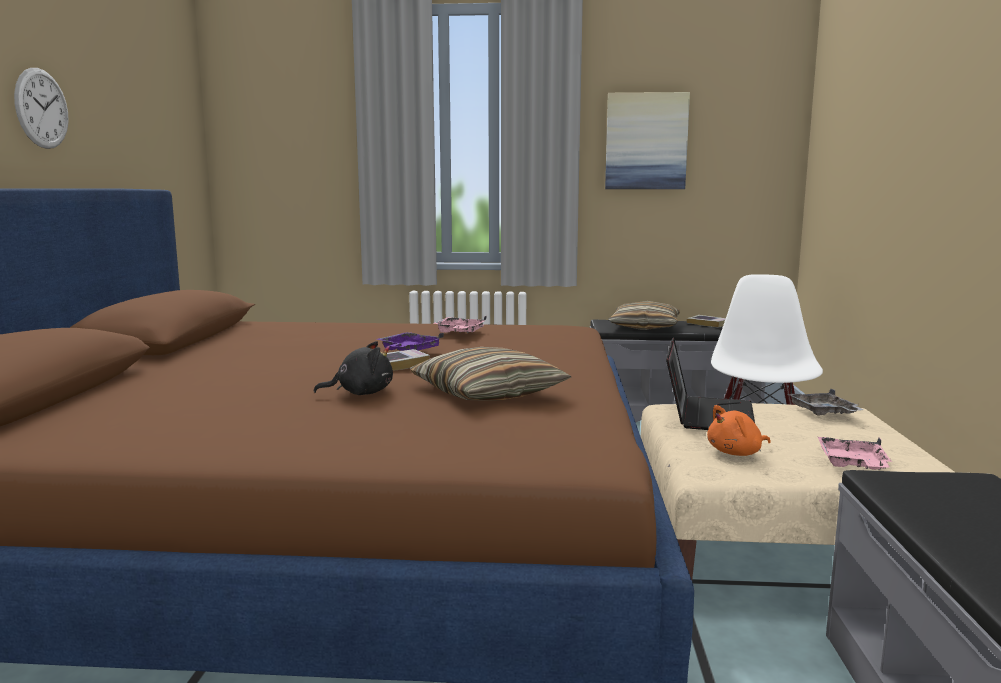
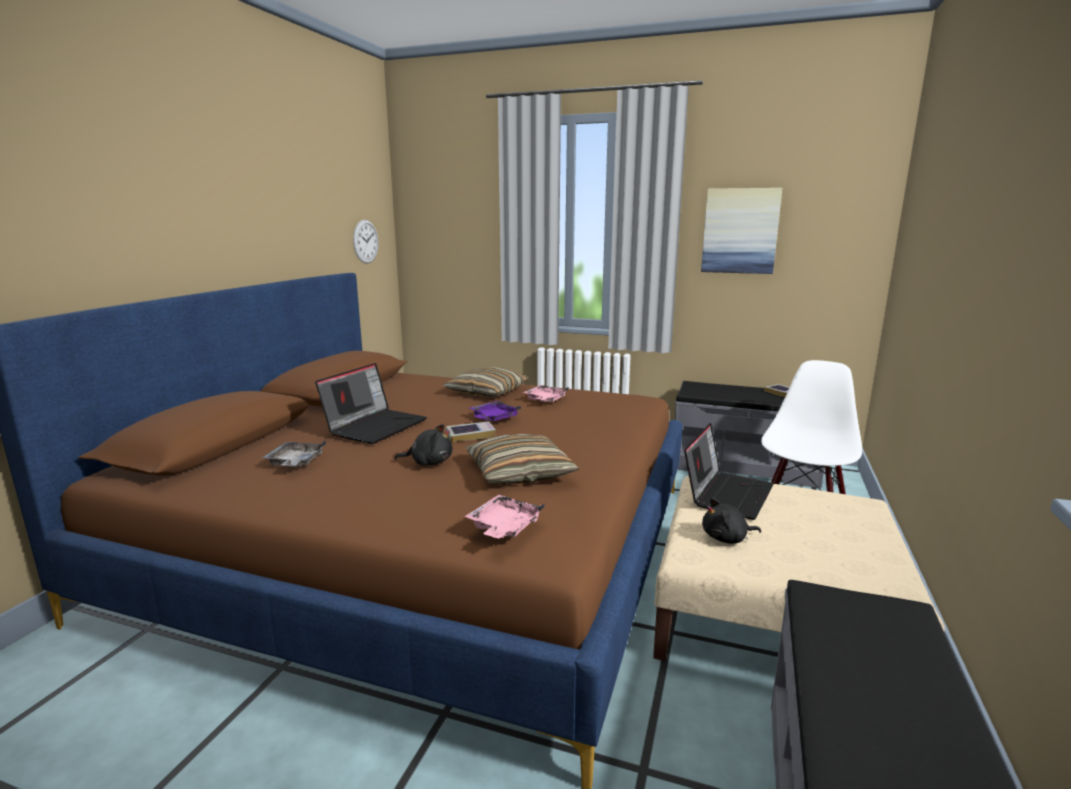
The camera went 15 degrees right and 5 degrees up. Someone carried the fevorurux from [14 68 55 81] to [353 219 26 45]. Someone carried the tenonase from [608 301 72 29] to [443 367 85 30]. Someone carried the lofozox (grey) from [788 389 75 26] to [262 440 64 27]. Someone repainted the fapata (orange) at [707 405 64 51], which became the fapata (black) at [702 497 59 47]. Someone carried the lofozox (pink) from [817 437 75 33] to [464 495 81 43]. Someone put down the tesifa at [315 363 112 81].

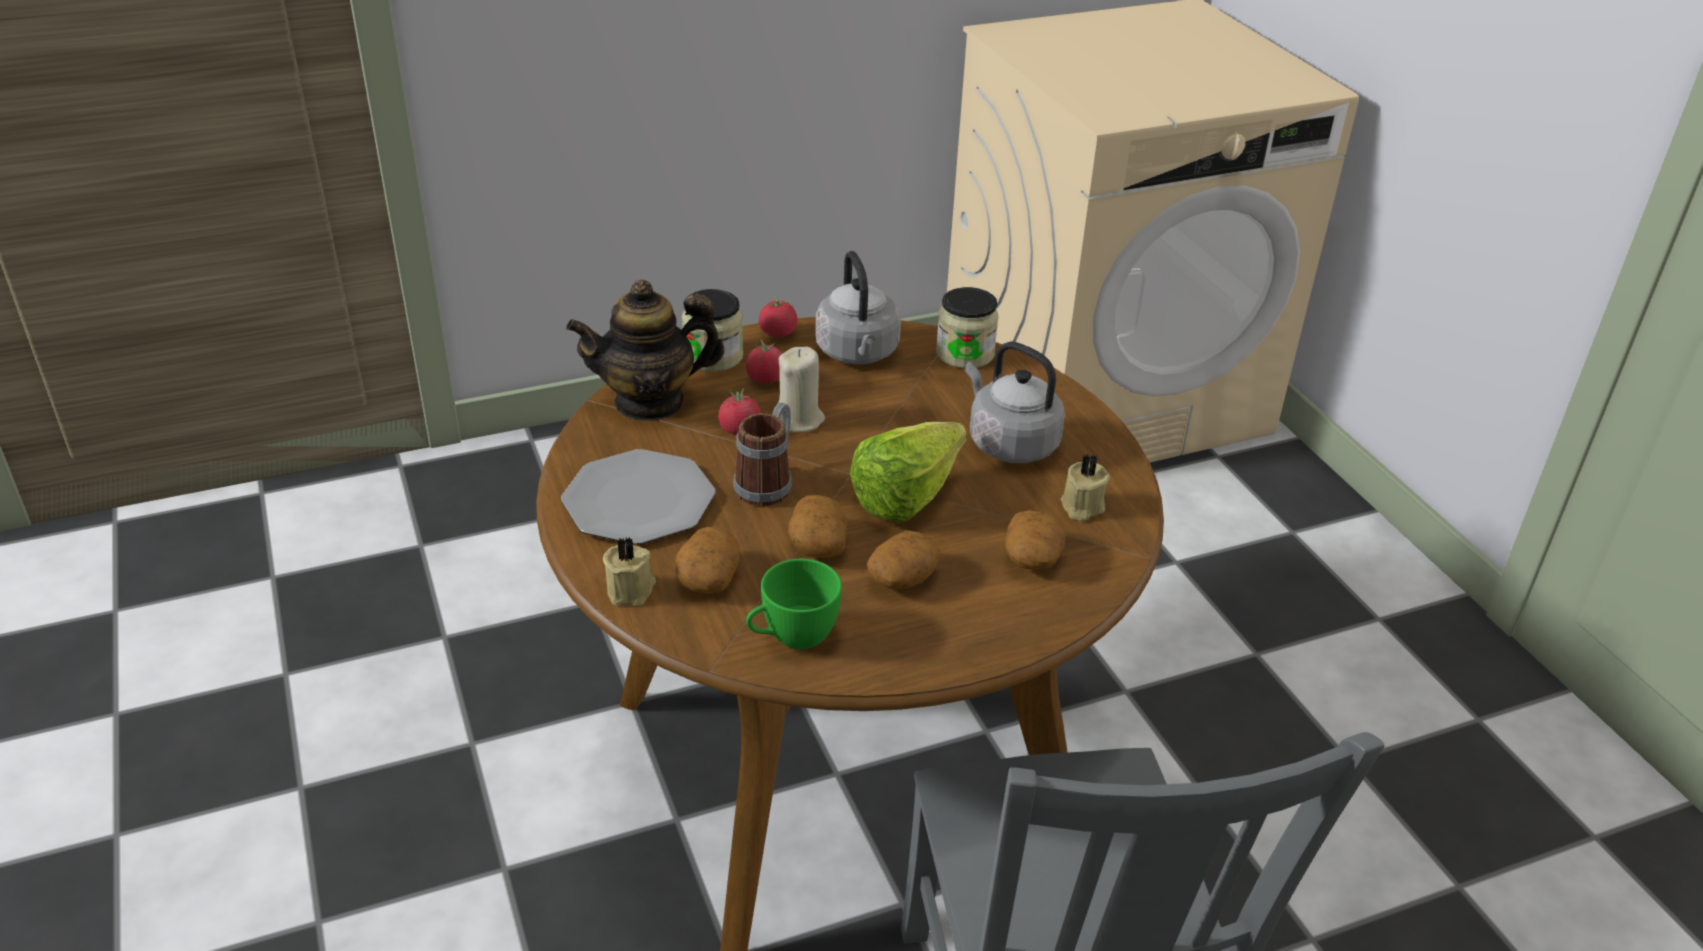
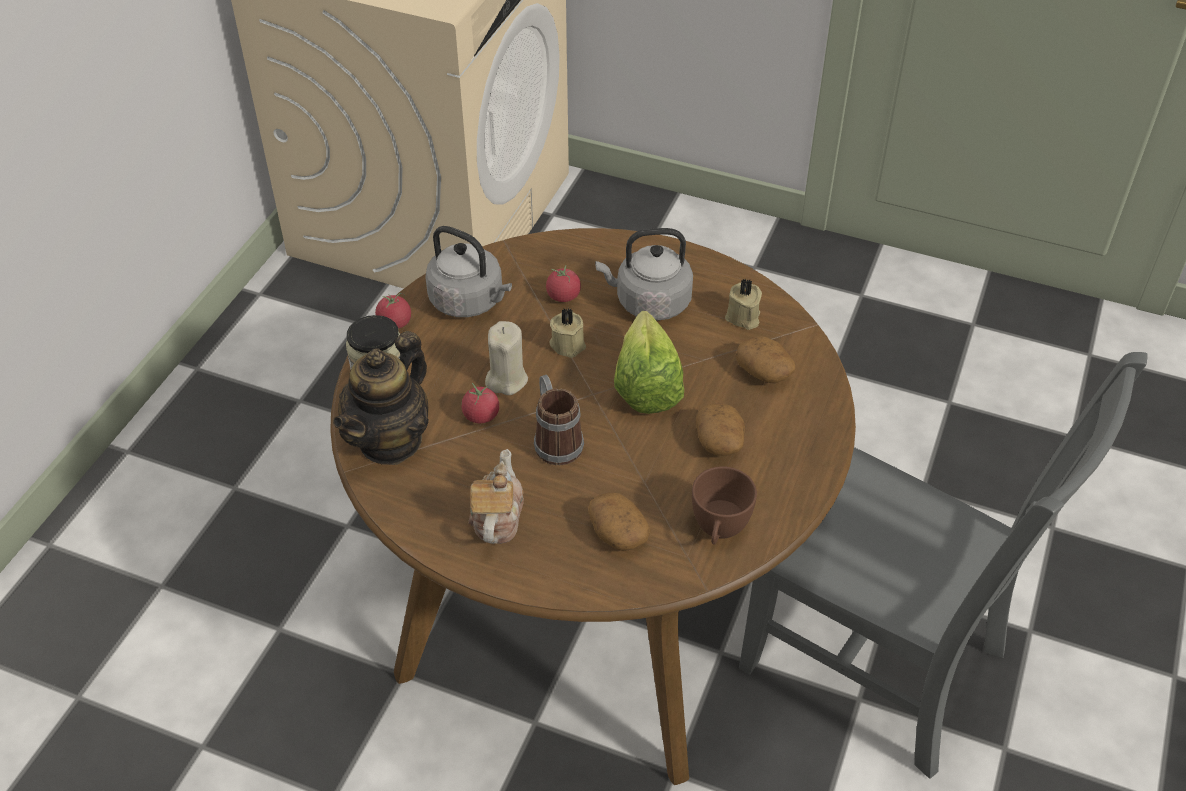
The camera went 45 degrees left and 10 degrees up. Someone took away the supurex at [936 287 63 82]. Someone carried the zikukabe from [746 339 37 44] to [546 265 35 37]. Someone swapped the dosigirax at [561 449 155 95] for the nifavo at [469 449 55 95]. Someone took away the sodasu at [788 495 59 63]. Someone carried the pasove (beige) from [603 536 53 70] to [550 308 36 50]. Someone repainted the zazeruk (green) at [746 559 96 91], which became the zazeruk (brown) at [692 466 65 78].

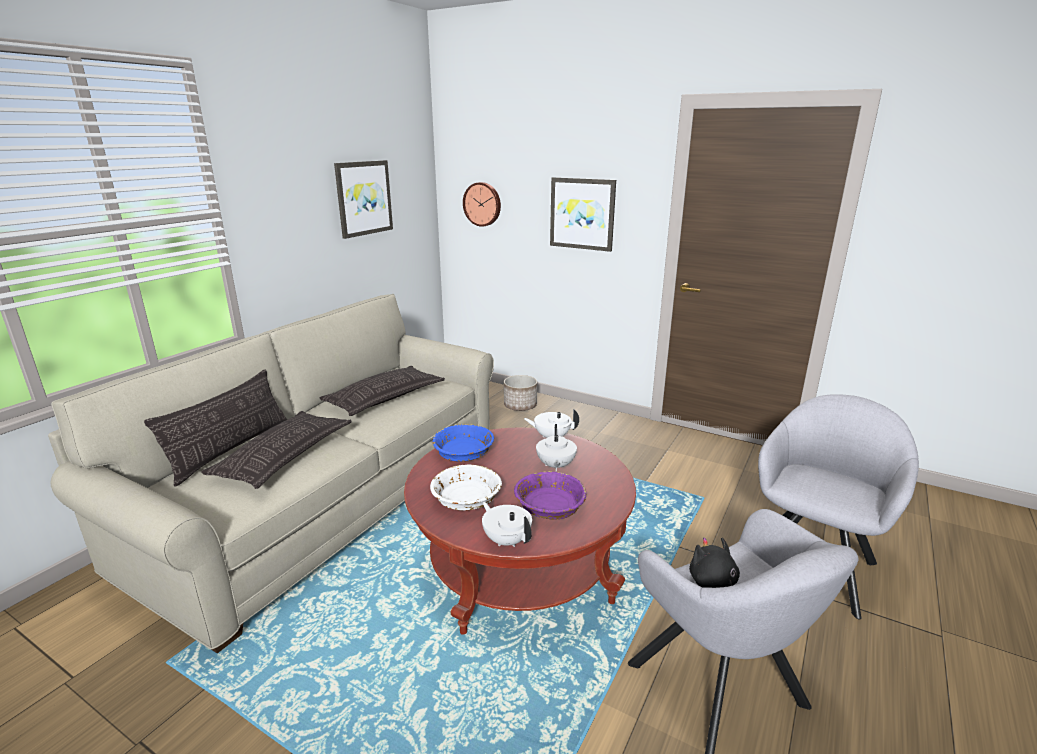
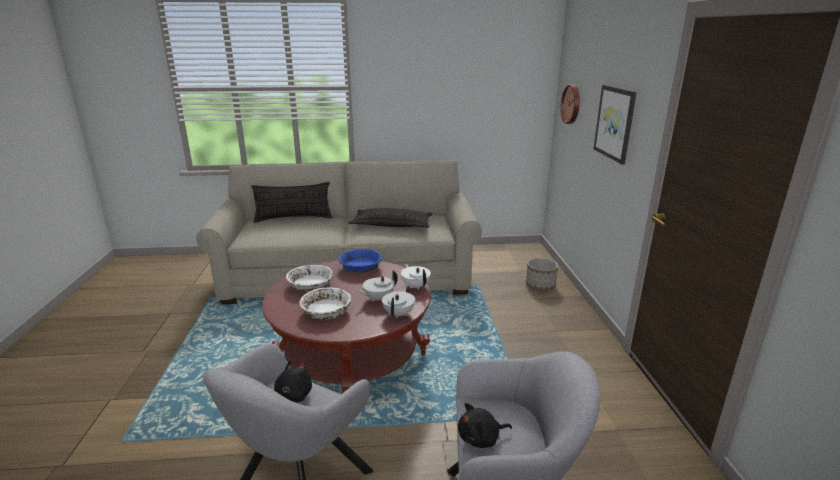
The camera went 55 degrees right and 0 degrees up. Someone took away the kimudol at [334 160 59 79]. Someone took away the tenonase at [201 411 151 78]. Someone repainted the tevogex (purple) at [514 471 72 48], which became the tevogex (white) at [299 288 53 32]. Someone carried the nifavo (white) from [482 502 50 45] to [382 287 33 32]. Someone put down the fapata (black) at [458 403 54 45].

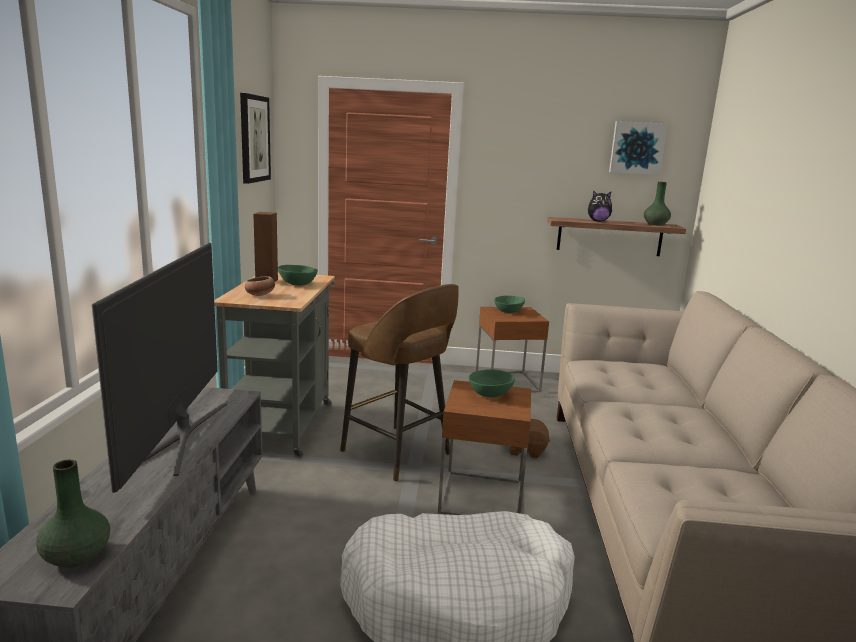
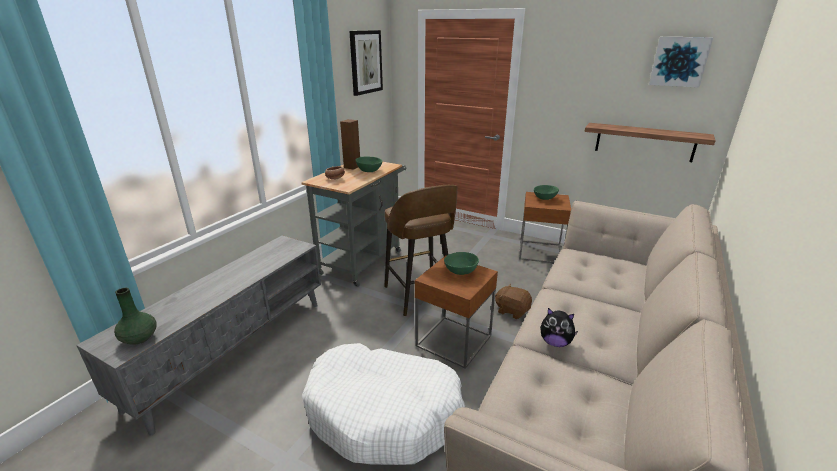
The camera went 25 degrees right and 10 degrees up. Someone took away the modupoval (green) at [644 182 27 44]. Someone carried the fapata from [588 191 24 31] to [540 308 38 39]. Someone took away the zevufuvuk at [92 243 135 250].

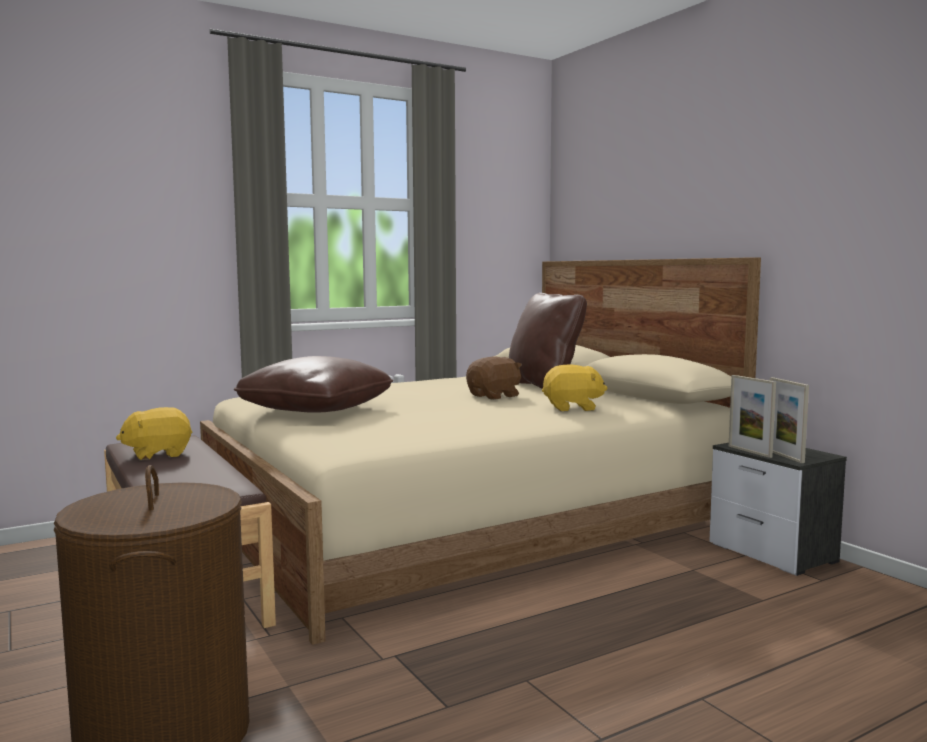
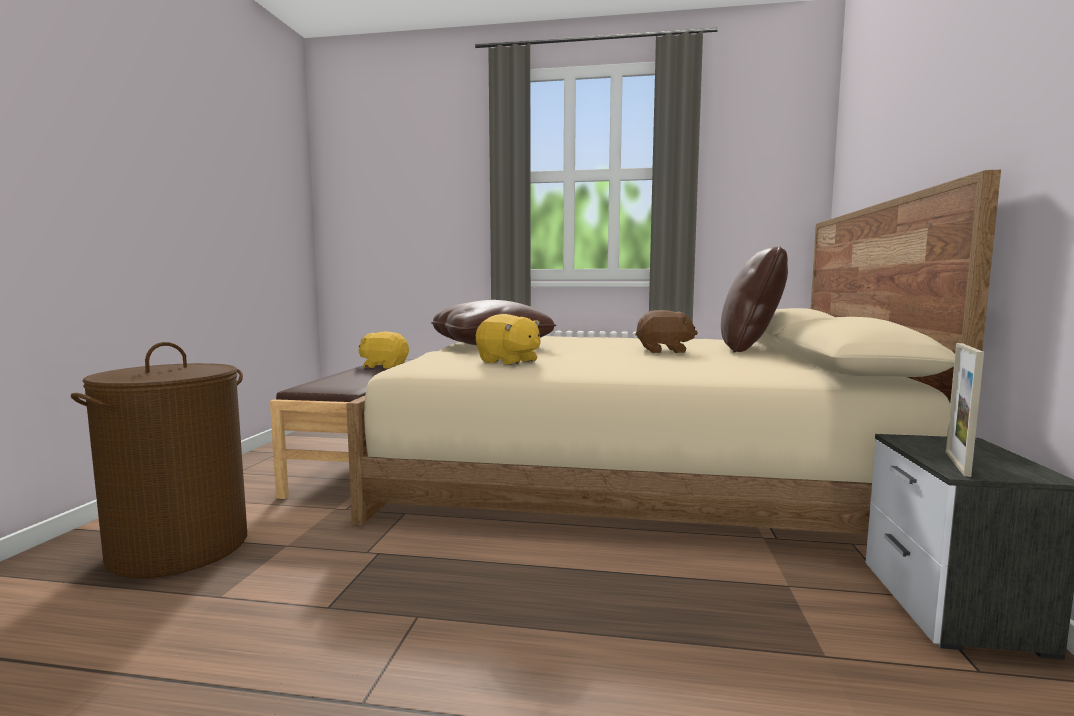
The camera went 40 degrees right and 0 degrees up. Someone carried the fapata (yellow) from [542 364 66 47] to [476 314 64 51]. Someone took away the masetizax at [729 375 47 83].

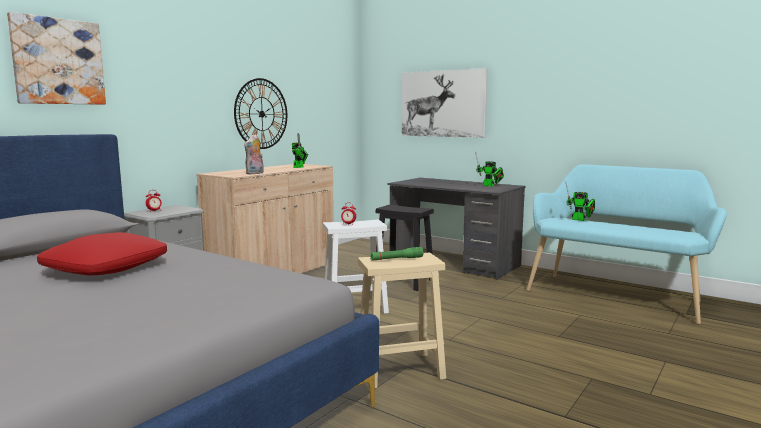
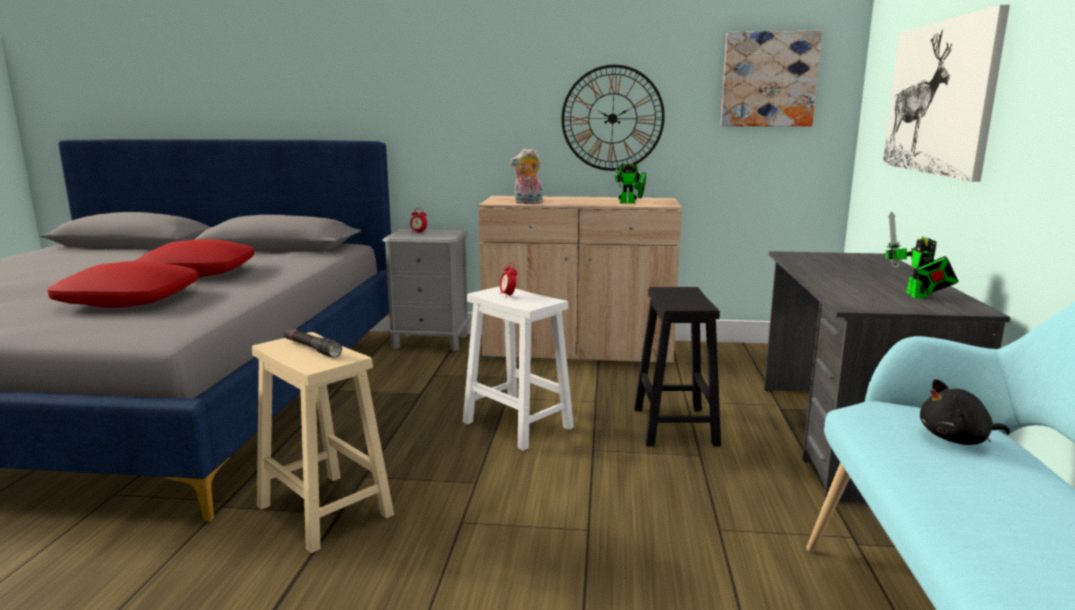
The camera went 60 degrees right and 5 degrees up. Someone carried the kimudol from [7 12 99 93] to [720 31 102 95]. Someone swapped the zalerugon at [566 183 29 38] for the fapata (black) at [920 379 90 66]. Someone repainted the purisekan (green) at [370 247 53 14], which became the purisekan (black) at [284 328 58 30]. Someone put down the tenonase (red) at [48 261 151 47].

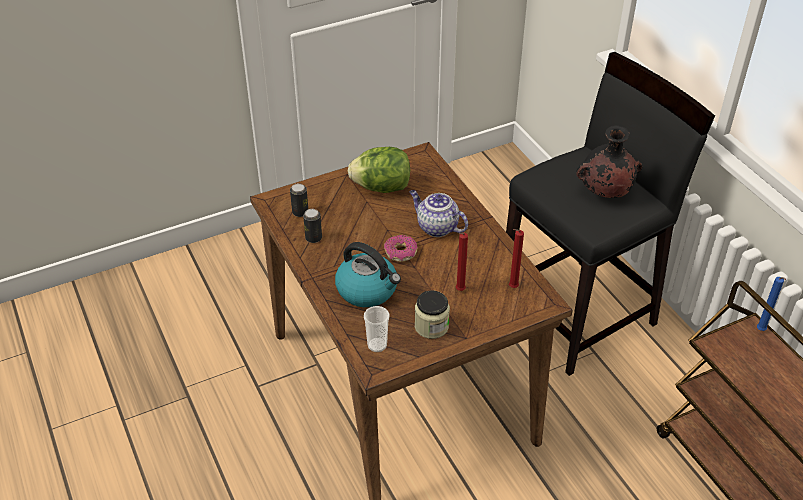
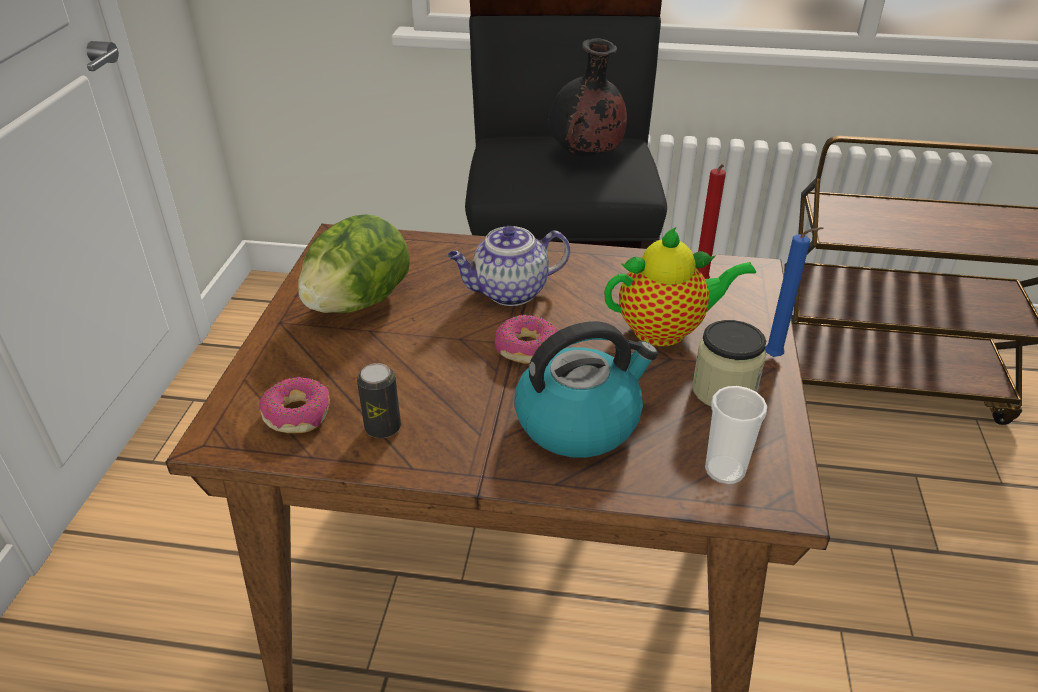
The camera went 55 degrees left and 5 degrees down. Someone swapped the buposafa at [290 183 18 34] for the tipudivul at [259 377 71 56]. Someone swapped the pasove (red) at [456 233 12 58] for the nifavo at [604 227 152 119]. Someone carried the pasove (blue) from [757 277 29 54] to [765 227 58 130].

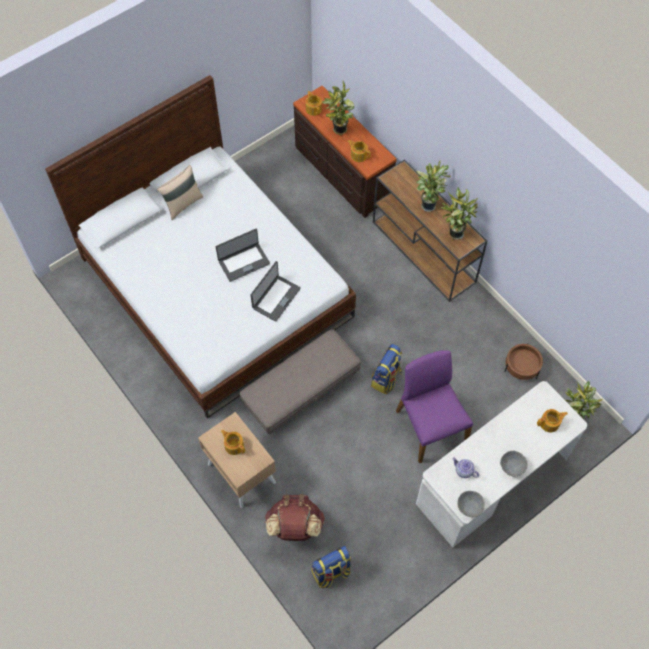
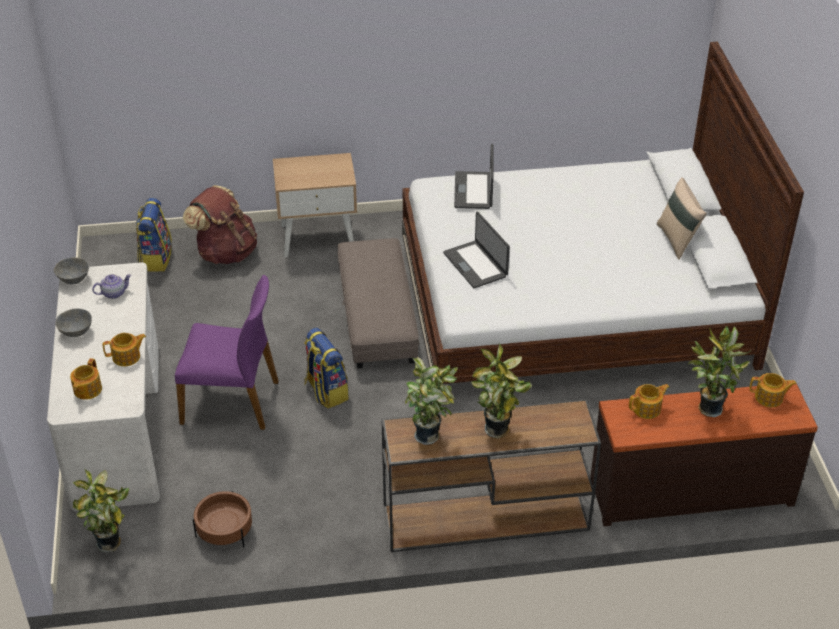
The camera went 120 degrees right and 20 degrees down. Someone carried the tesifa from [216 229 54 53] to [454 144 40 65]. Someone carried the nifavo from [221 430 24 25] to [102 333 44 33].

